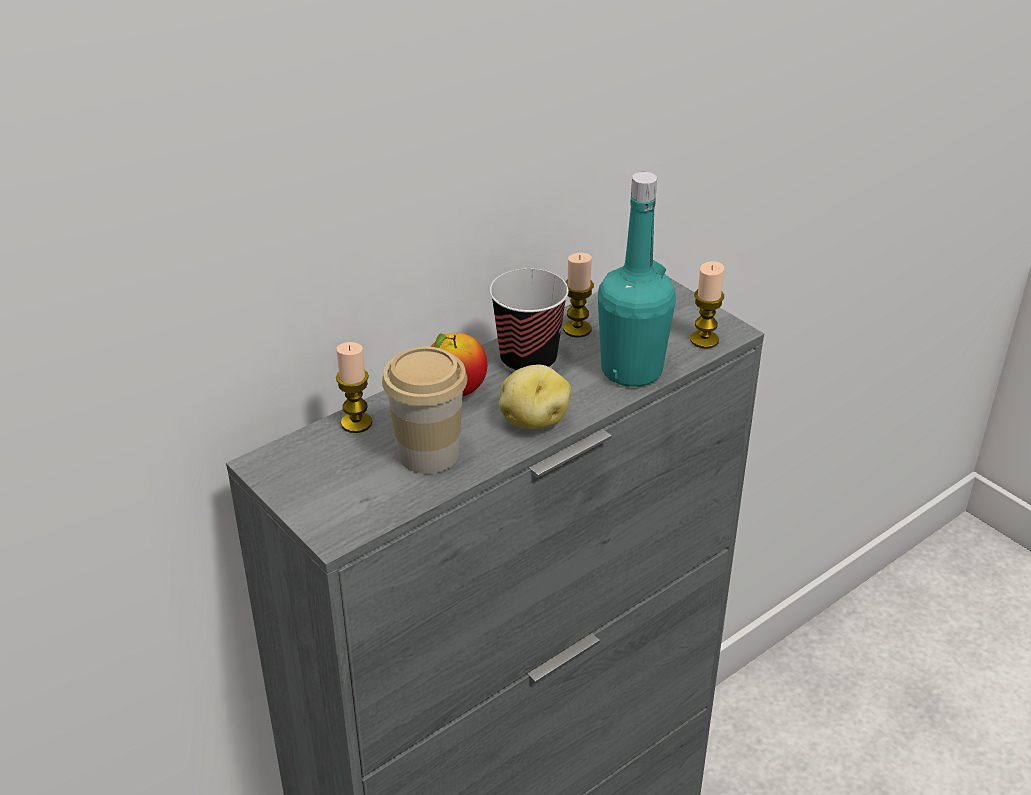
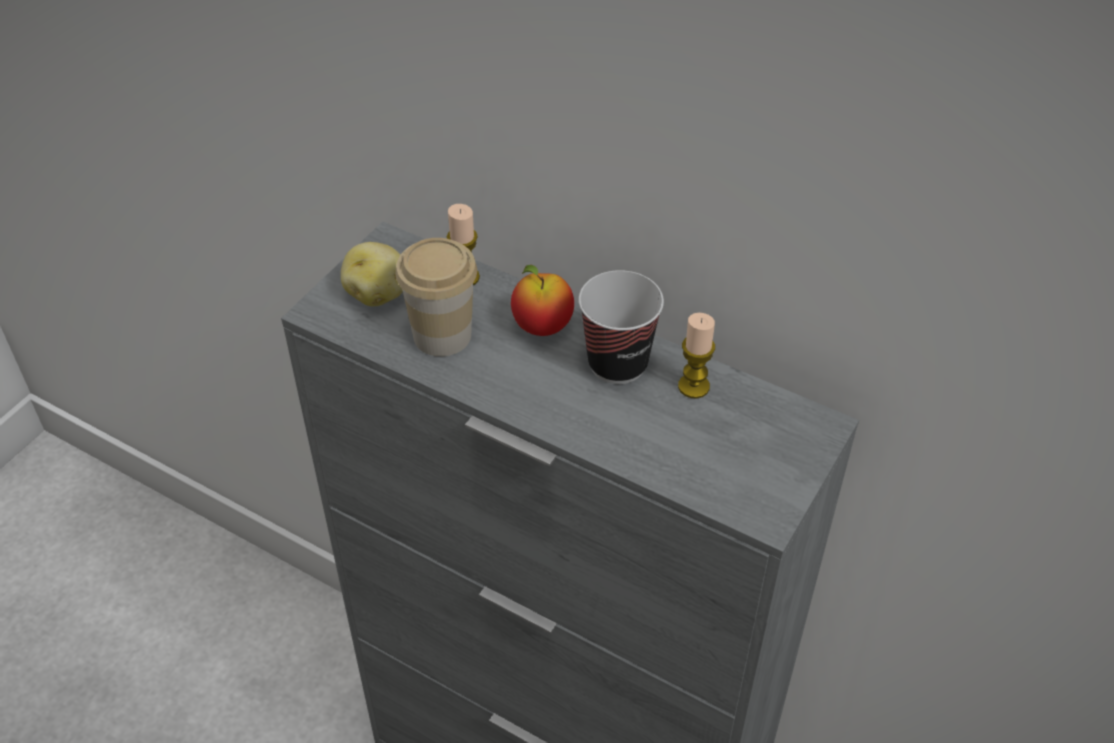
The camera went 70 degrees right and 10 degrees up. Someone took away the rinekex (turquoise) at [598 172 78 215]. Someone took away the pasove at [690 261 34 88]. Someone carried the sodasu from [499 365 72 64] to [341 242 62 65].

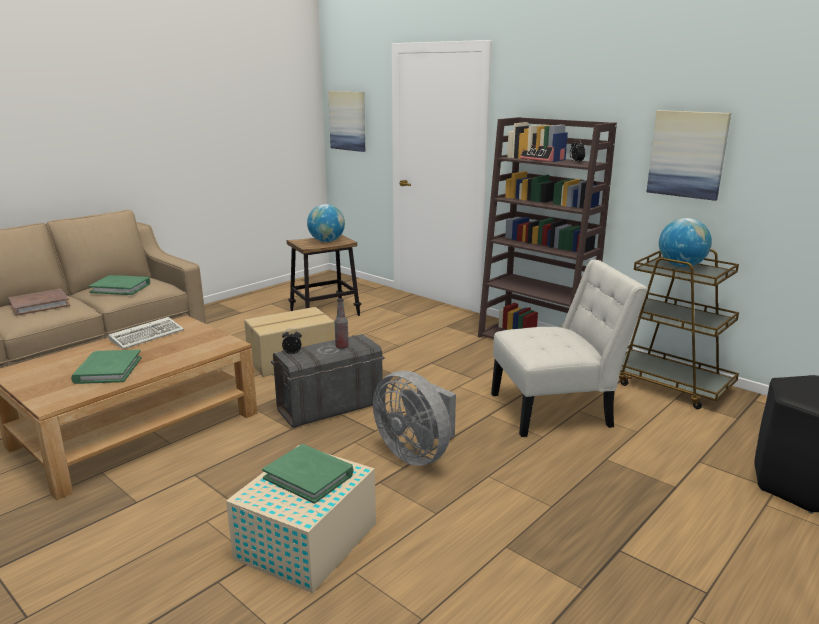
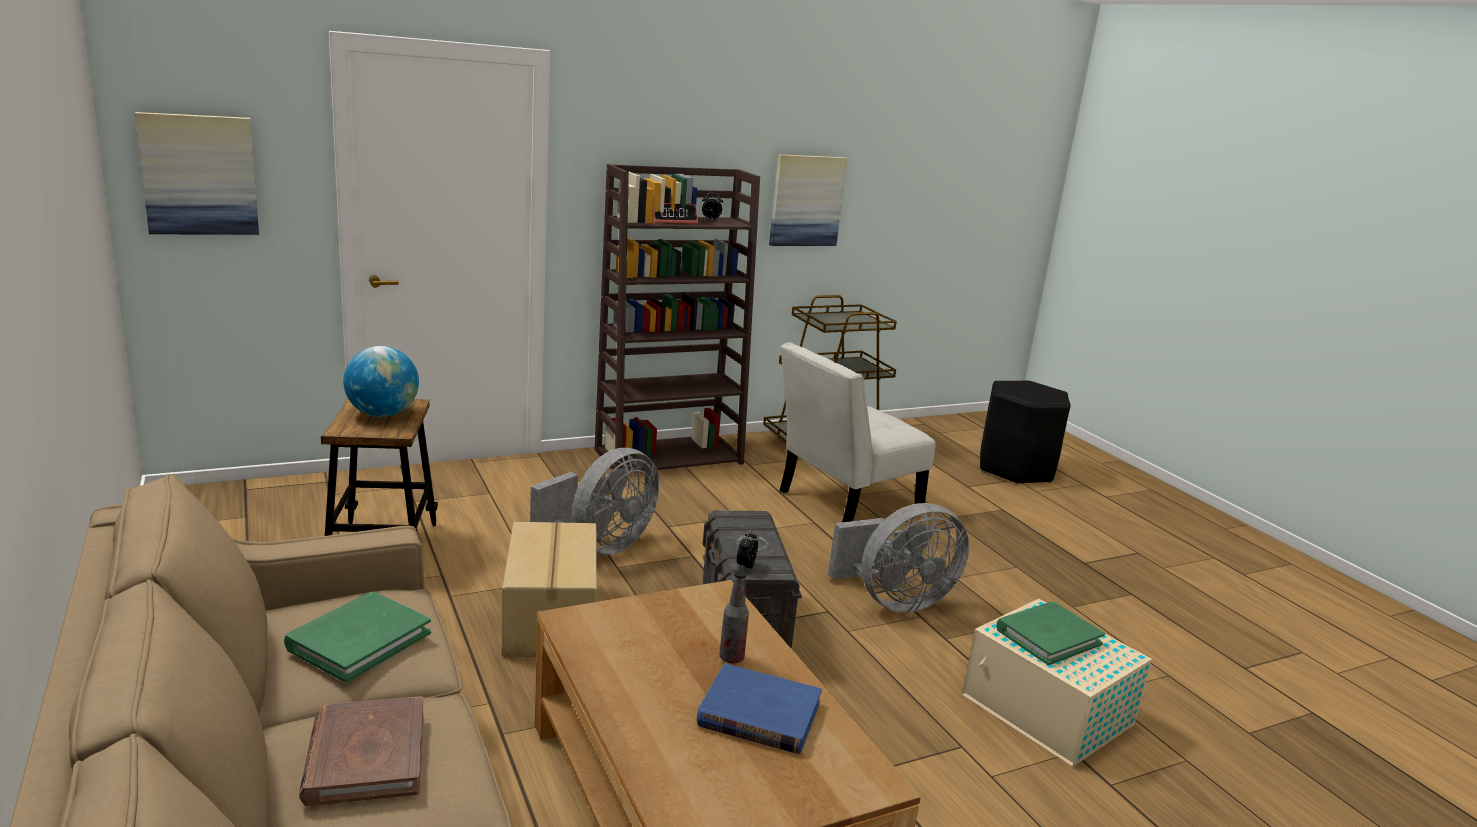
The camera went 70 degrees left and 0 degrees up. Someone took away the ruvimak at [659 218 53 49]. Someone rotated the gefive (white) at [491 260 157 177] by 135 degrees counterclockwise. Someone carried the rinekex from [335 298 14 51] to [719 570 30 93]. Someone took away the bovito at [108 317 76 32]. Someone repainted the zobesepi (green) at [71 350 71 34], which became the zobesepi (blue) at [697 663 125 91]. Someone put down the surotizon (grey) at [530 448 129 107].

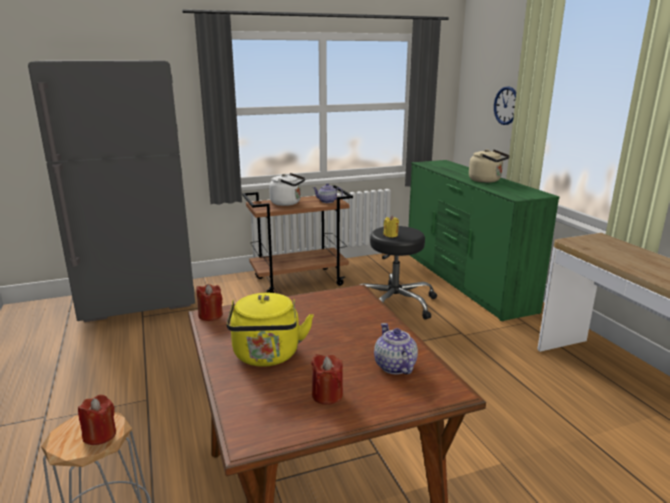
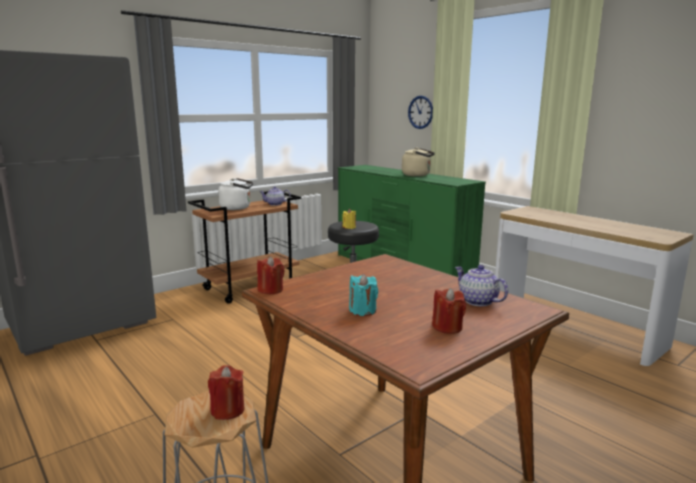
The camera went 20 degrees left and 5 degrees down. Someone swapped the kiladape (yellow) at [227 293 87 74] for the pasove (turquoise) at [349 274 29 42].

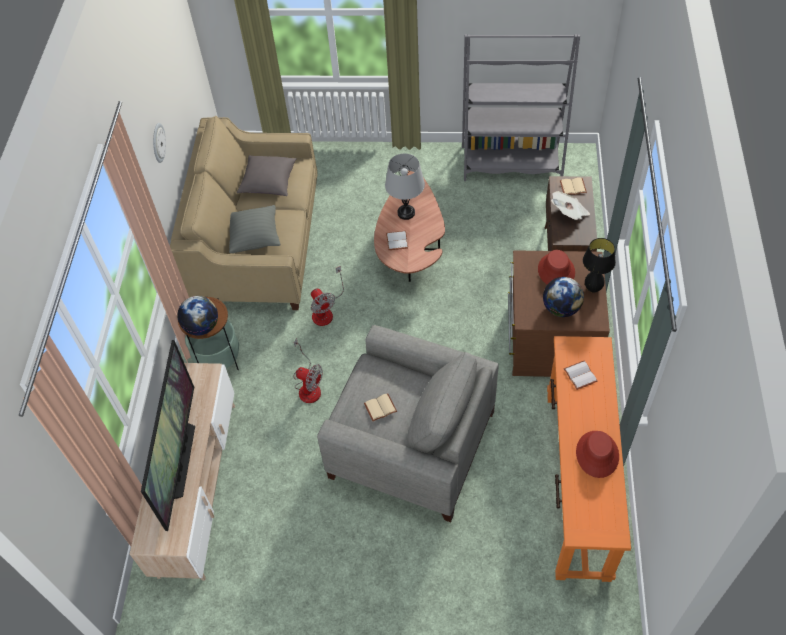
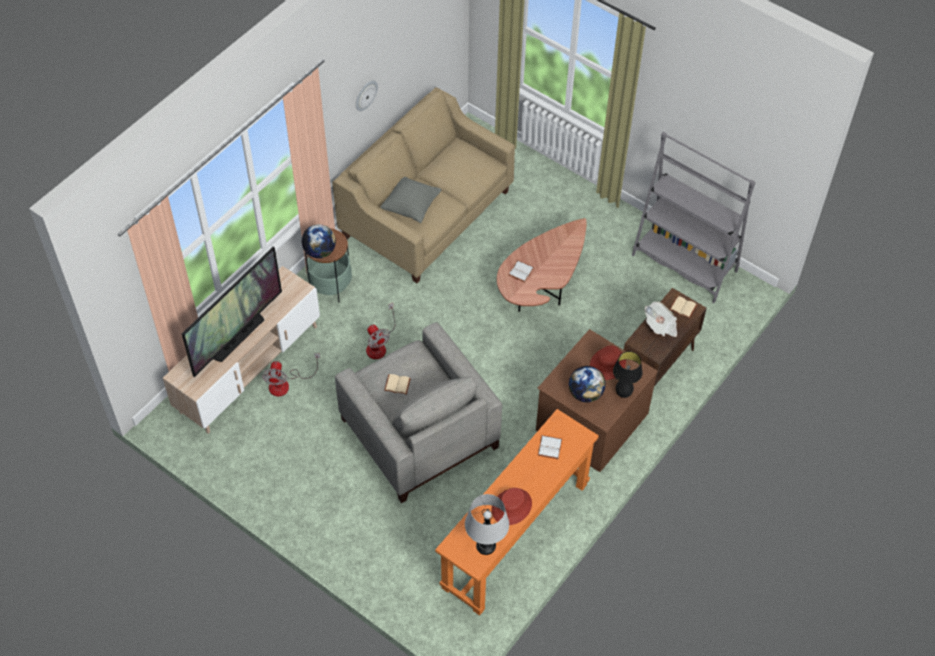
The camera went 30 degrees right and 0 degrees up. Someone carried the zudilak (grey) from [385 153 40 67] to [465 494 44 61]. Someone took away the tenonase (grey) at [237 155 60 41]. Someone carried the surotizon from [311 266 33 60] to [261 353 59 43].

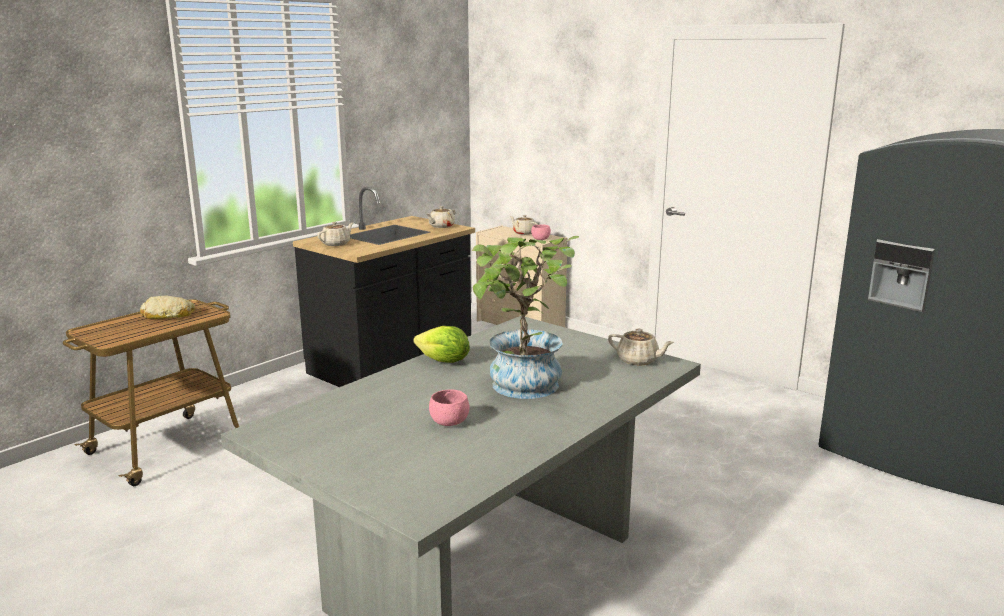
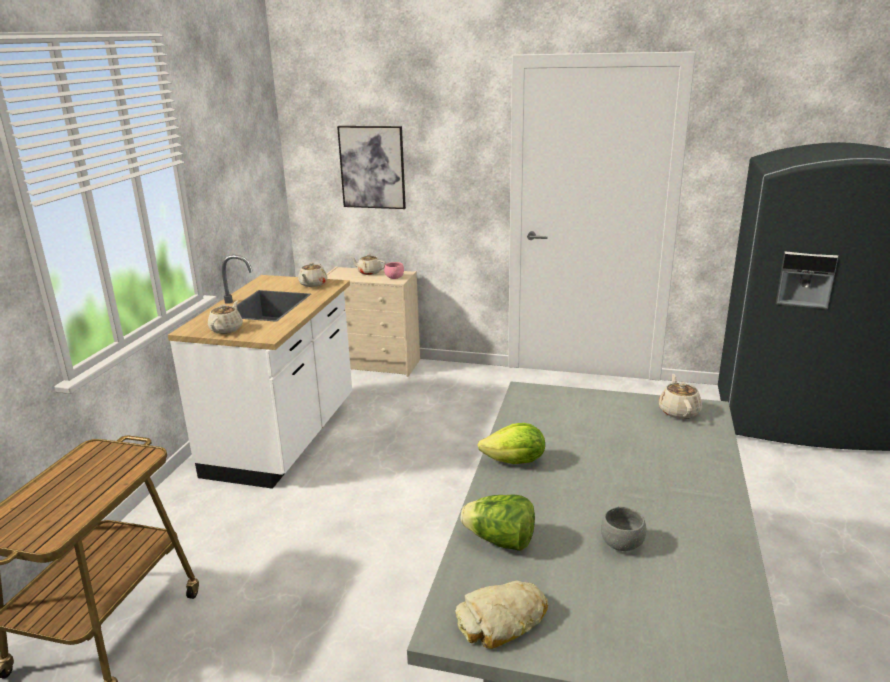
The camera went 25 degrees left and 5 degrees up. Someone repainted the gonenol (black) at [293 187 182 200], which became the gonenol (white) at [168 255 184 234]. Someone took away the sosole at [472 236 107 163]. Someone carried the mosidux from [140 295 55 24] to [455 580 93 69]. Someone rotated the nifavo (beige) at [608 329 66 37] by 90 degrees counterclockwise. Someone repainted the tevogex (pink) at [429 390 41 36], which became the tevogex (grey) at [601 507 45 44]. Someone put up the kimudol at [337 126 69 83]. Someone put down the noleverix at [461 494 74 57].

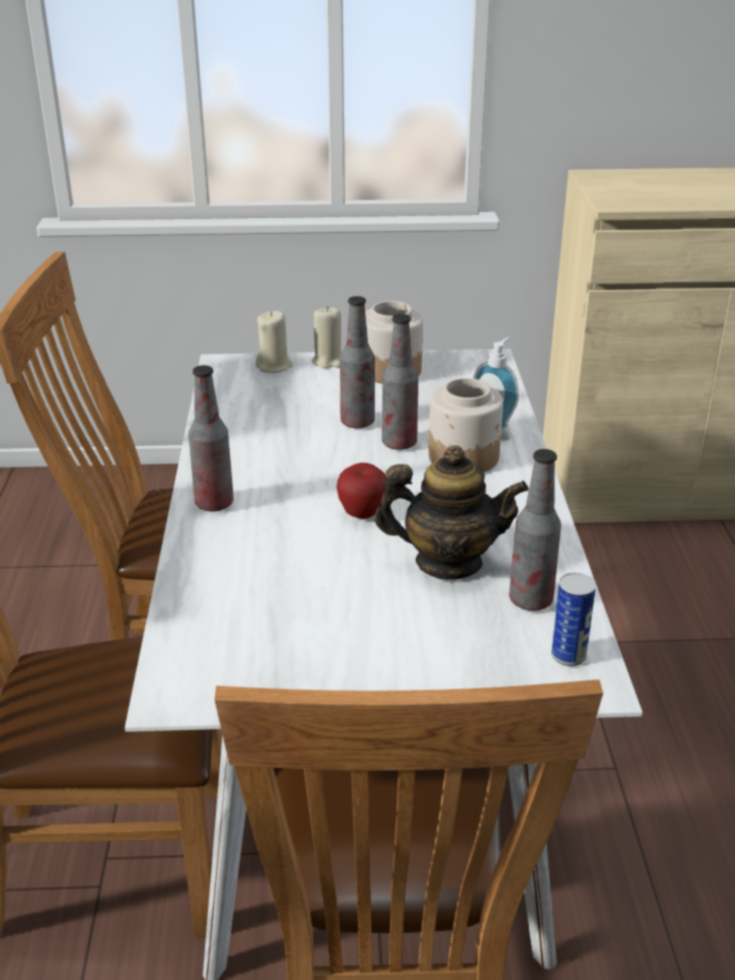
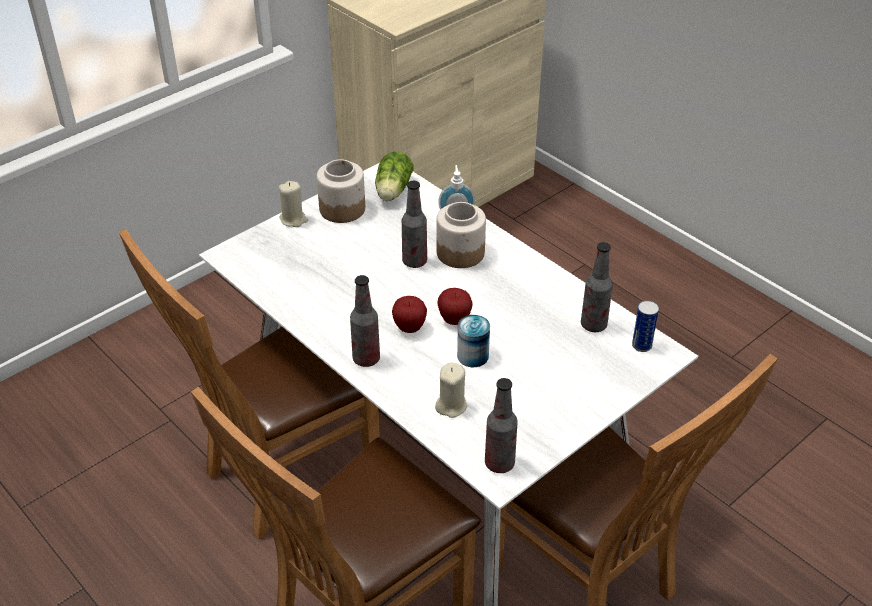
The camera went 40 degrees left and 10 degrees up. Someone carried the rinekex from [340 296 35 132] to [485 378 33 95]. Someone carried the pasove (beige) from [256 311 37 62] to [435 362 32 56]. Someone took away the nifavo at [374 445 155 135]. Someone put down the noleverix at [375 151 39 50]. Someone put down the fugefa at [392 296 35 37]. Someone put down the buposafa at [457 315 33 52].

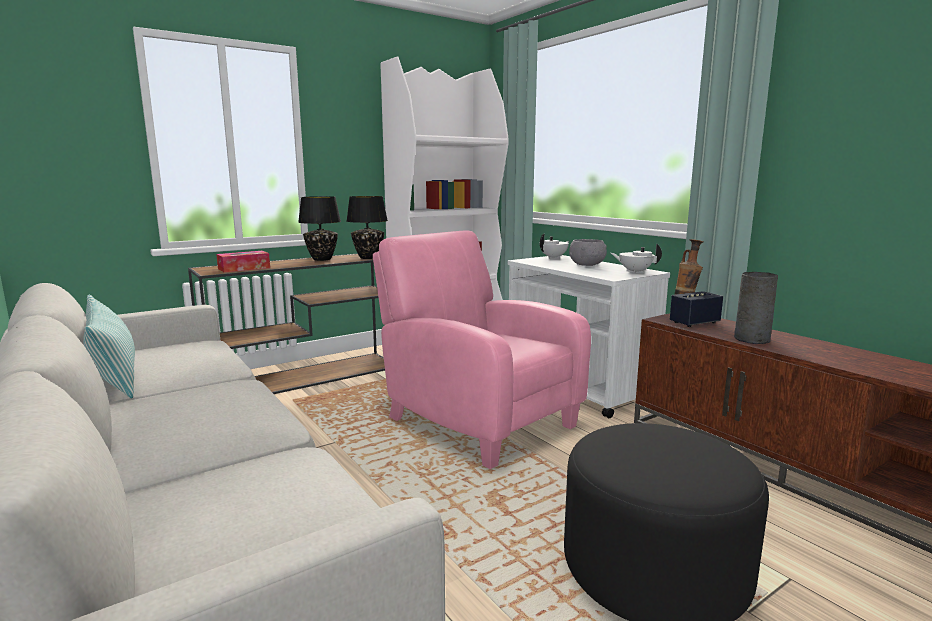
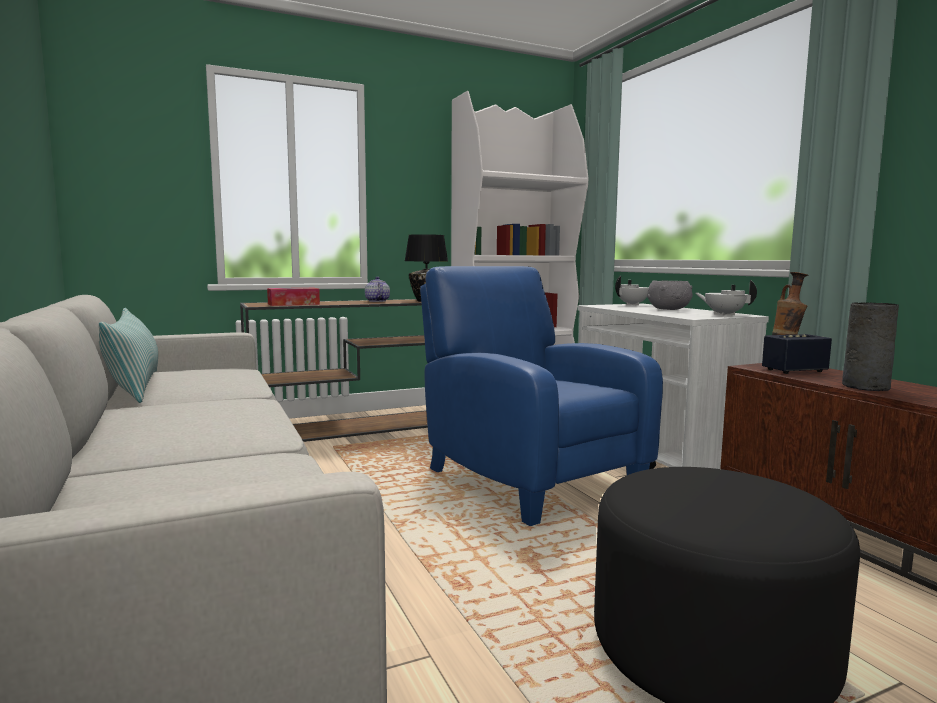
The camera went 10 degrees right and 5 degrees down. Someone swapped the zudilak (black) at [298 196 43 65] for the nifavo at [365 277 25 25]. Someone repainted the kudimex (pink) at [373 230 218 239], which became the kudimex (blue) at [420 266 243 260].

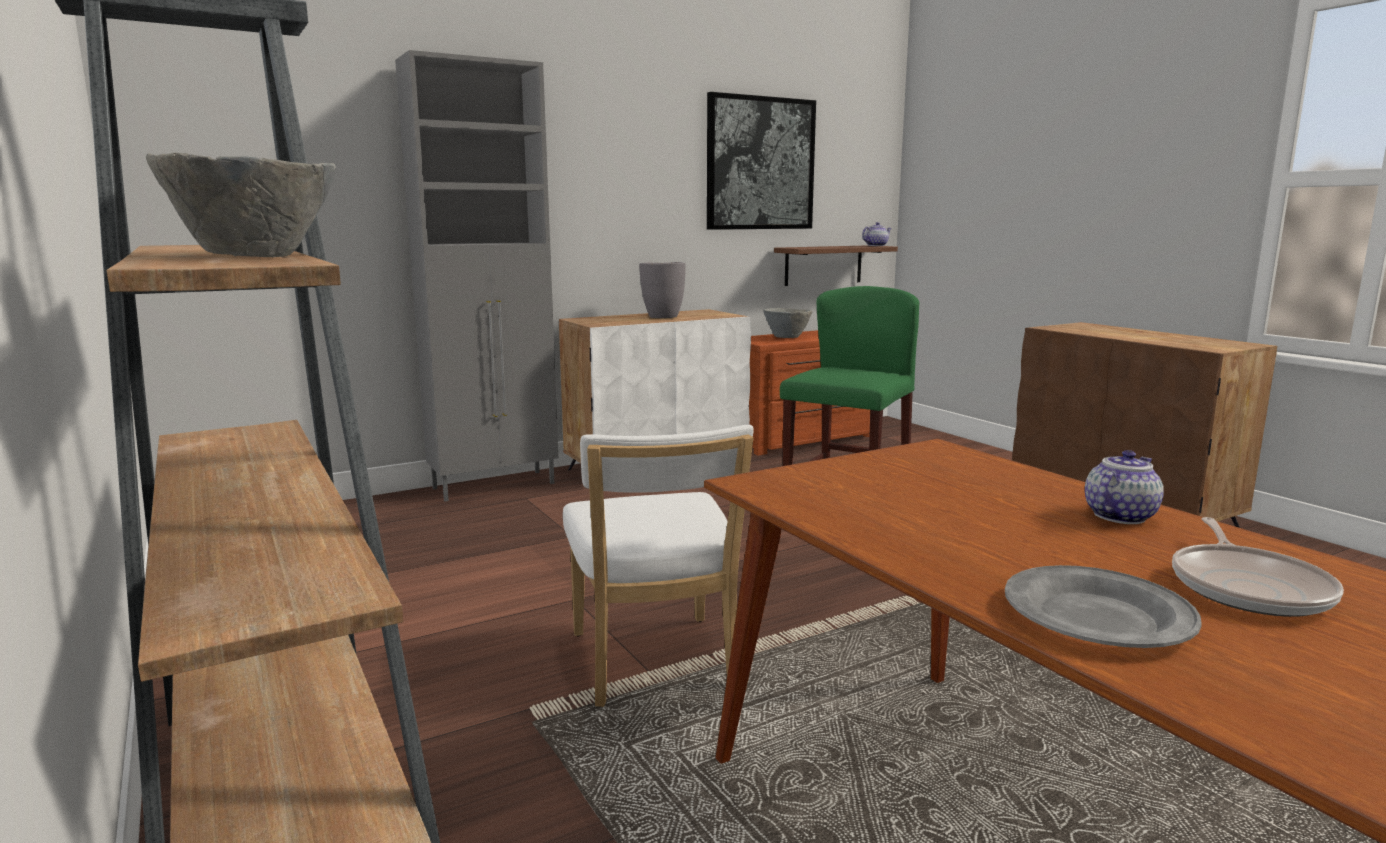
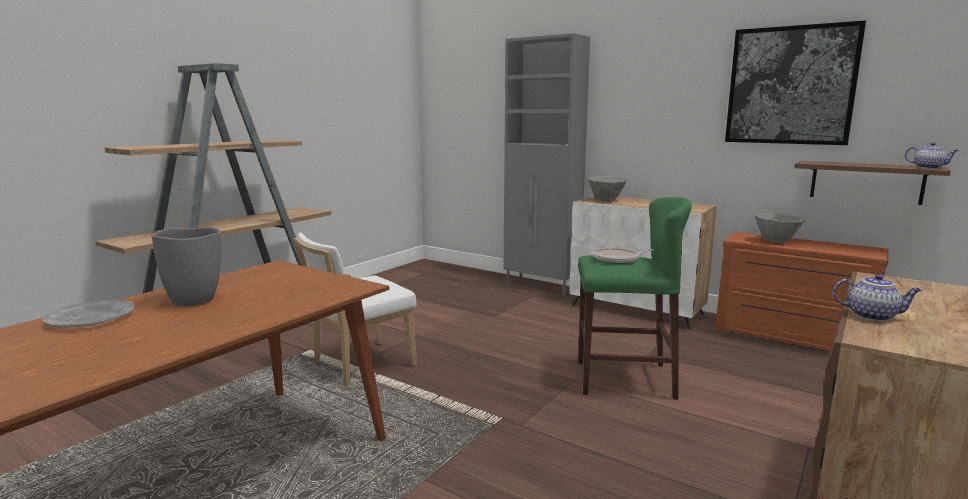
The camera went 65 degrees right and 0 degrees up. Someone carried the tevogex (grey) from [146 152 190 105] to [588 176 39 25]. Someone carried the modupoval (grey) from [639 262 47 56] to [152 227 70 79]. Someone carried the nifavo from [1085 450 79 74] to [833 274 89 47]. Someone carried the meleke from [1172 517 172 100] to [593 248 61 16].

